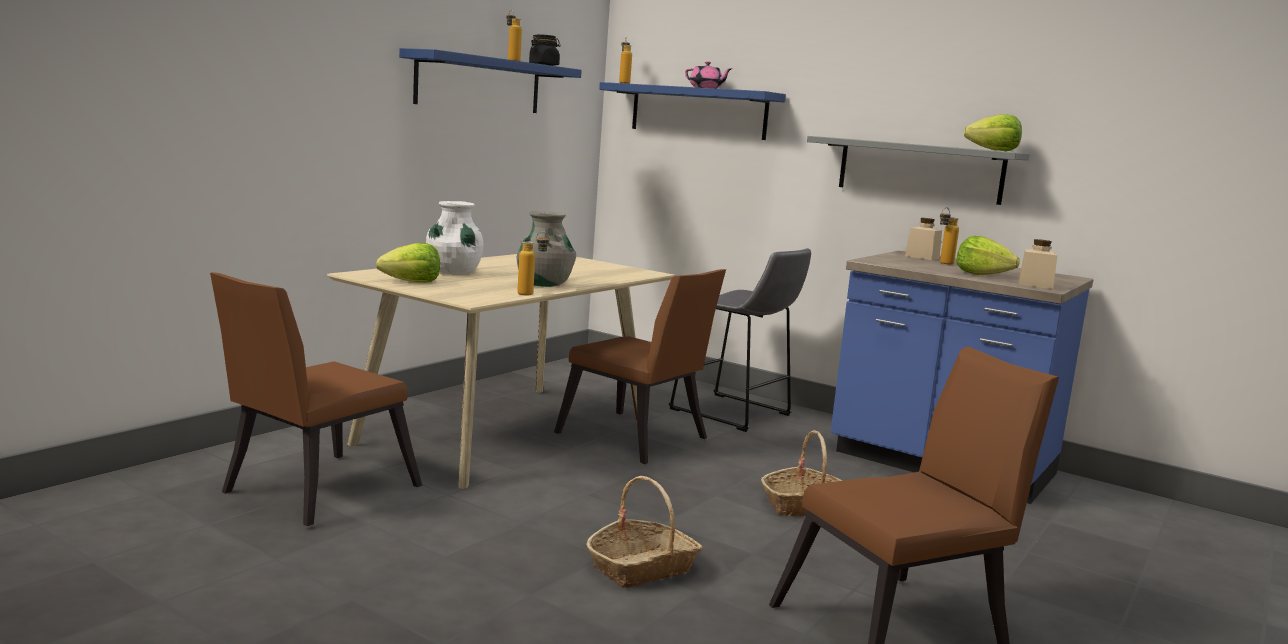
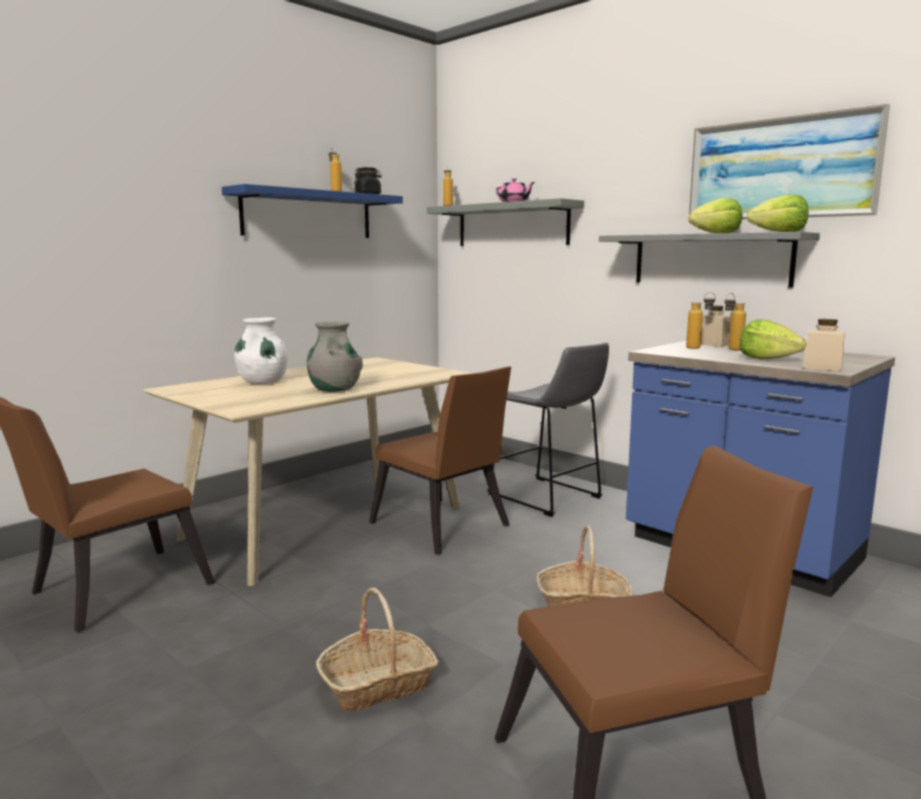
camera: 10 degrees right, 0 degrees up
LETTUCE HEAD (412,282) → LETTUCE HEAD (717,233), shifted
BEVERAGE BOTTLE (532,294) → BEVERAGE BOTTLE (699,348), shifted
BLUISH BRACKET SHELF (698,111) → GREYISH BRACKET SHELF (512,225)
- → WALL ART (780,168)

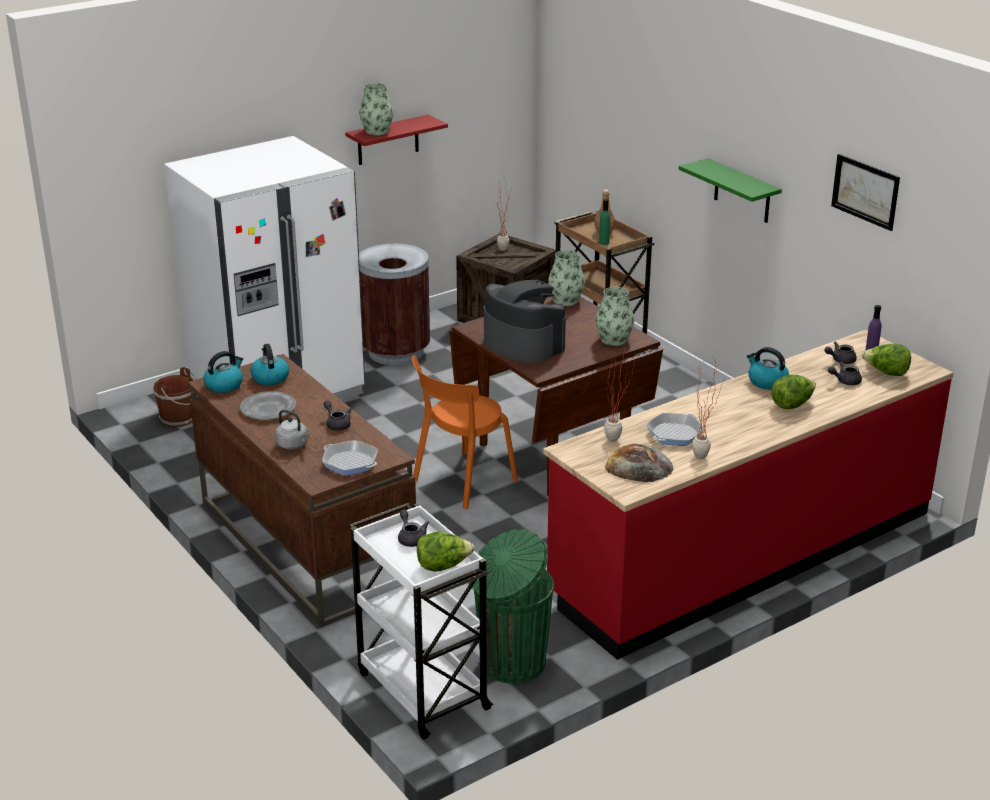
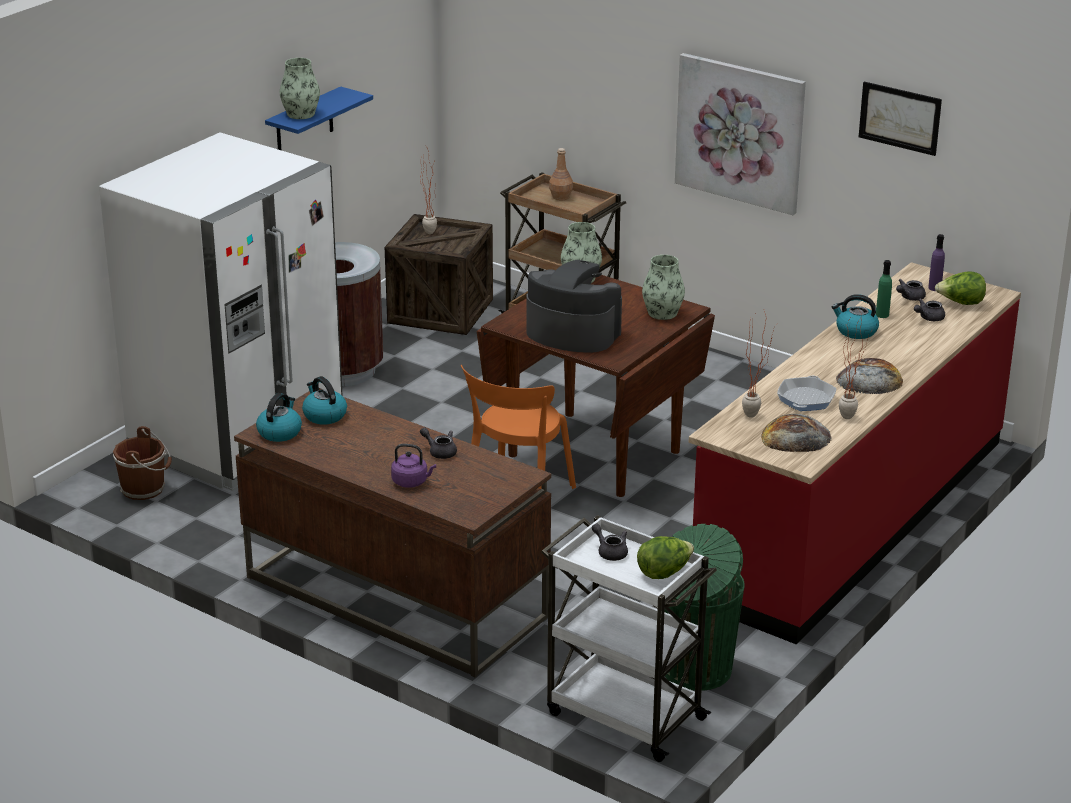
camera: 20 degrees left, 0 degrees up
GREYISH FLAT DISH (268,409) → -
GREYISH TEA KETTLE (294,445) → PURPLE-COLOURED TEA KETTLE (412,482)
FRYING PAN (350,462) → -
REDDISH BRACKET SHELF (388,140) → BLUISH BRACKET SHELF (304,123)
GREENISH BEVERAGE BOTTLE (604,243) → GREENISH BEVERAGE BOTTLE (882,315), shifted
GREENISH BRACKET SHELF (742,191) → WALL ART (740,132)
LETTUCE HEAD (792,404) → -
- → BAKERY BREAD (869,380)

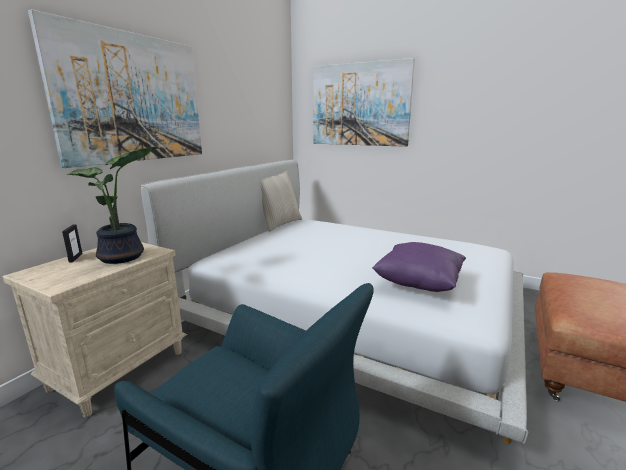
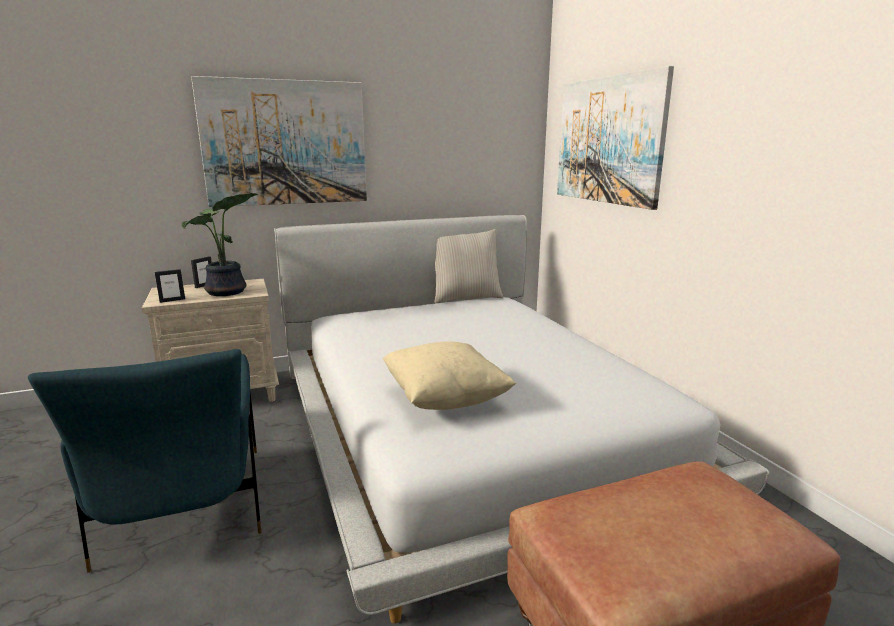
camera: 40 degrees right, 0 degrees up
PURPLE-COLOURED PILLOW (418,284) → SAND-COLOURED PILLOW (445,399)
- → STANDING FRAME (172,300)

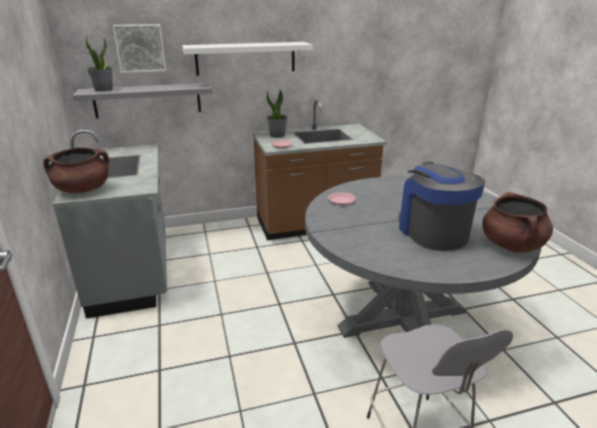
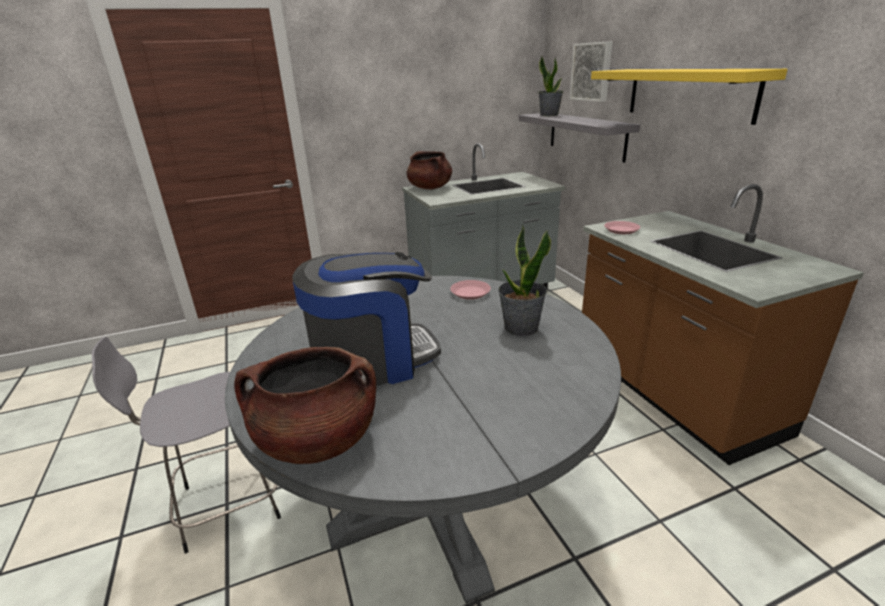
camera: 85 degrees right, 0 degrees up
WHITE BRACKET SHELF (246,58) → YELLOW-COLOURED BRACKET SHELF (689,93)
POTTED PLANT (277,135) → POTTED PLANT (521,328), shifted

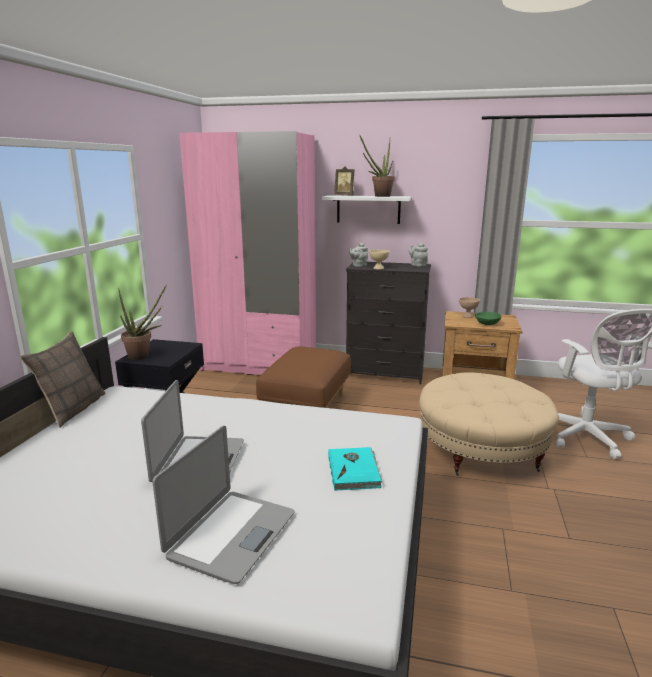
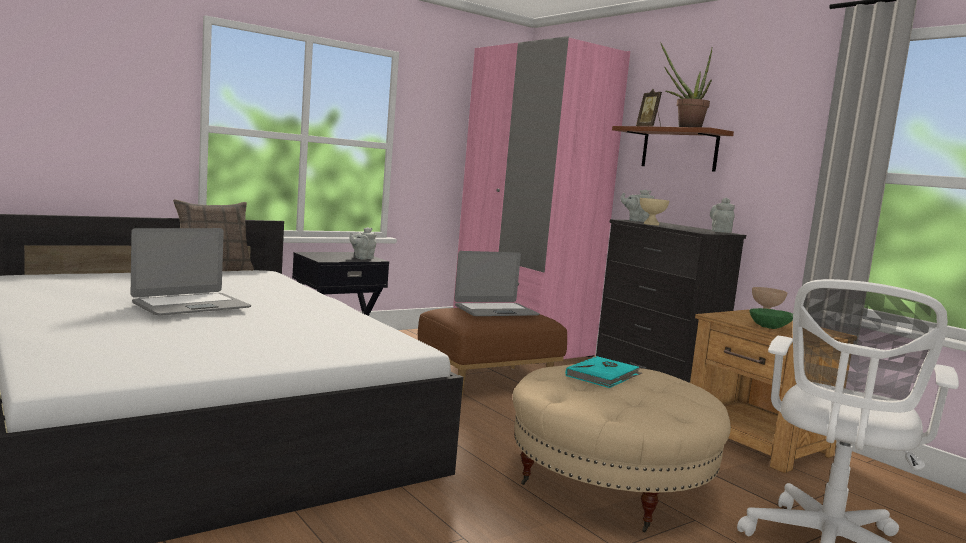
camera: 40 degrees right, 10 degrees down
POTTED PLANT (143,356) → -
NOTEBOOK COMPUTER (231,535) → NOTEBOOK COMPUTER (495,311), shifted
WHITE BRACKET SHELF (368,209) → BROWNISH BRACKET SHELF (679,149)
BLUE-GREEN BOOK (354,470) → BLUE-GREEN BOOK (604,375), shifted
- → GREYISH TEA POT (362,258)

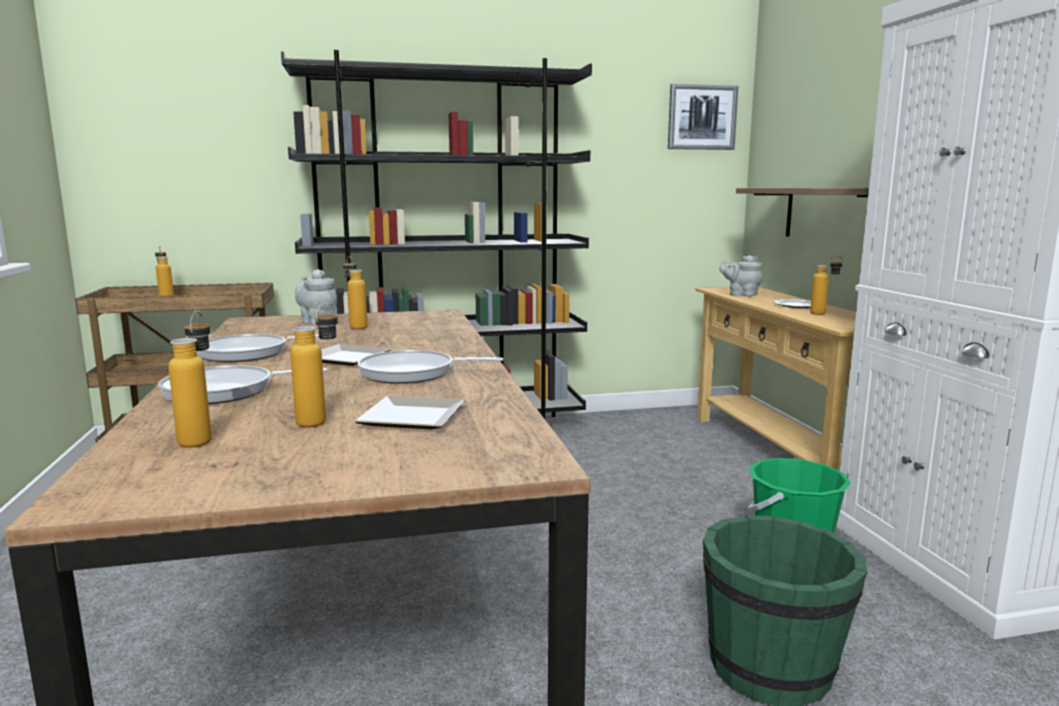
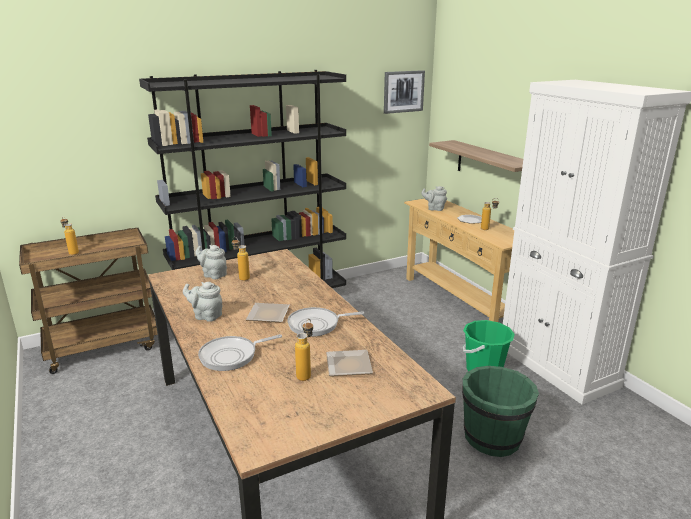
camera: 15 degrees left, 10 degrees up
BEVERAGE BOTTLE (201,438) → -
FRYING PAN (249,353) → GREYISH TEA POT (206,316)

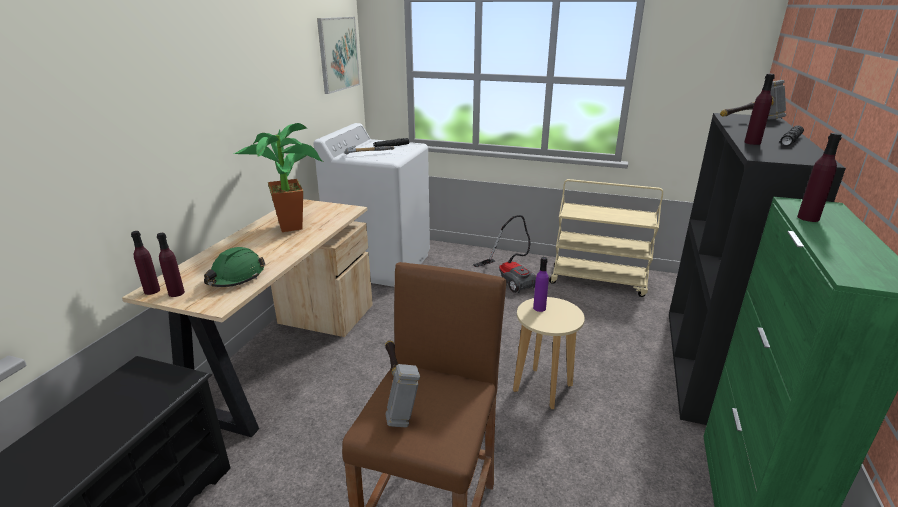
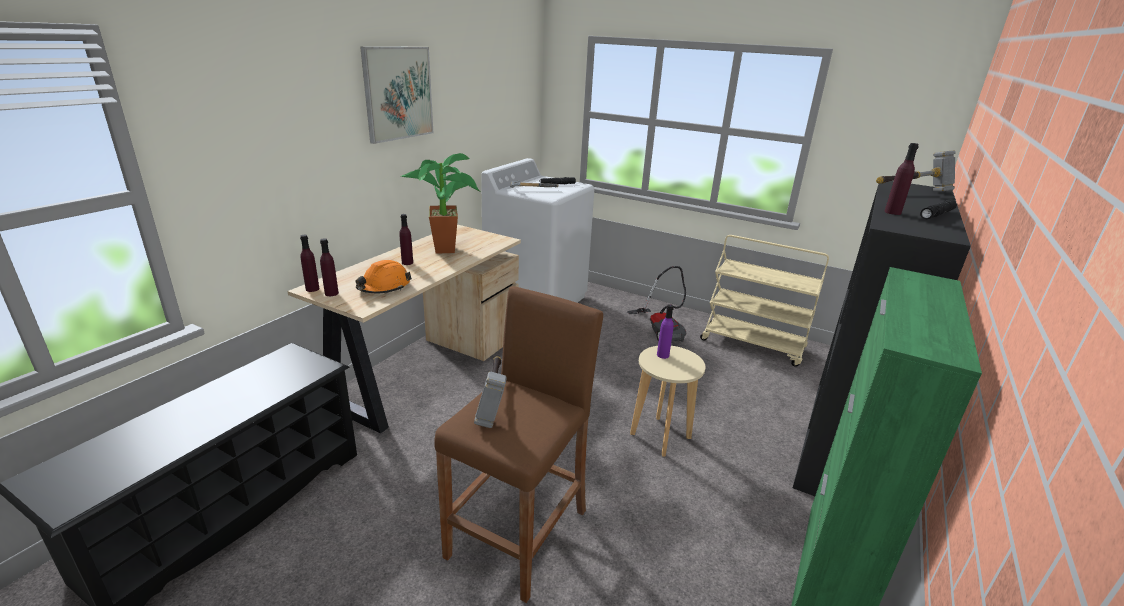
camera: 10 degrees right, 0 degrees up
GREENISH WORK HELMET (235,278) → ORANGEY WORK HELMET (384,287)
WALL ART (338,54) → WALL ART (398,93), shifted
PURPLE-COLOURED BEVERAGE BOTTLE (808,218) → PURPLE-COLOURED BEVERAGE BOTTLE (407,263), shifted

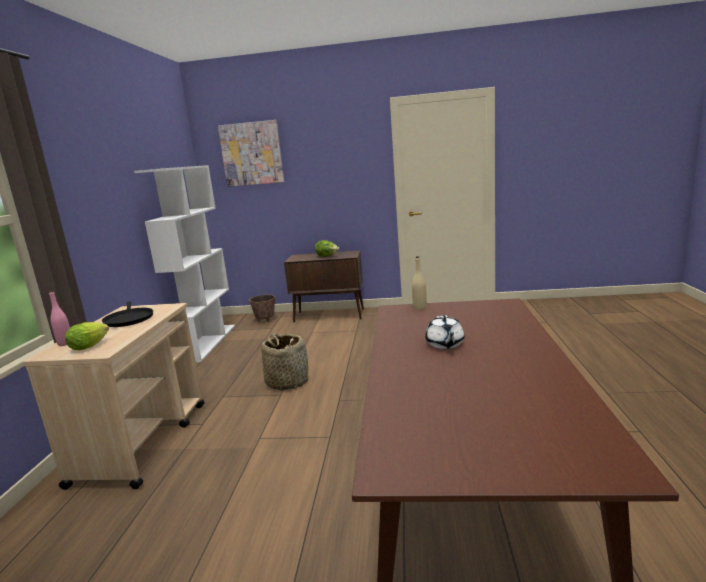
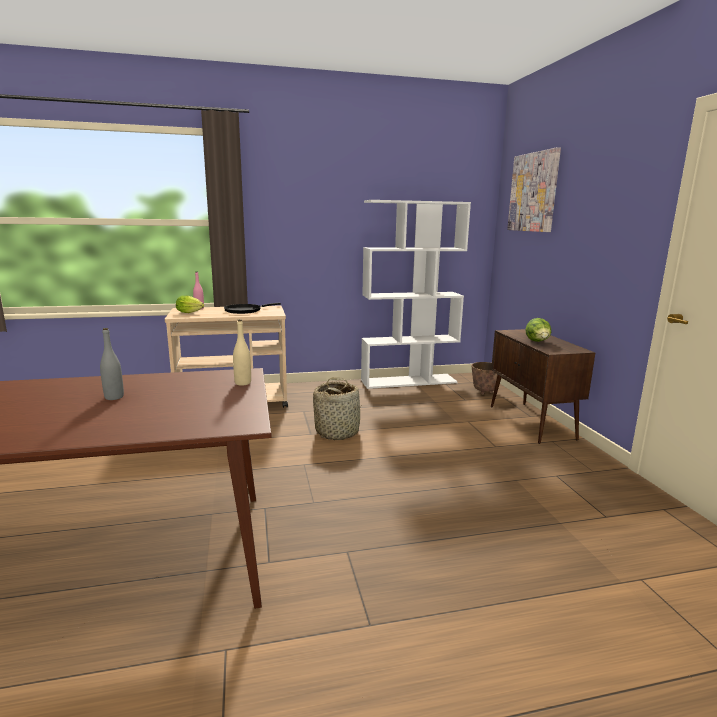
camera: 70 degrees right, 0 degrees up
WHITE TEA POT (445,344) → GREYISH BEVERAGE BOTTLE (114,397)

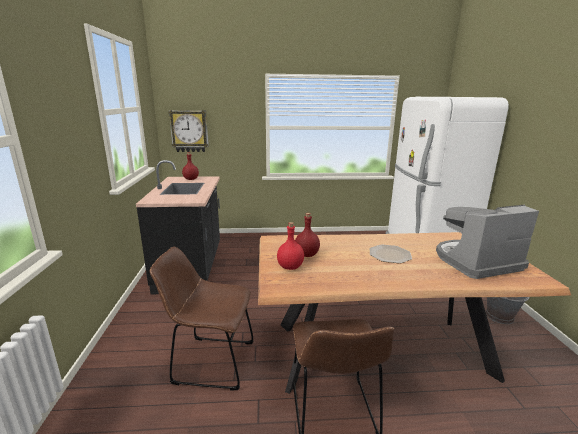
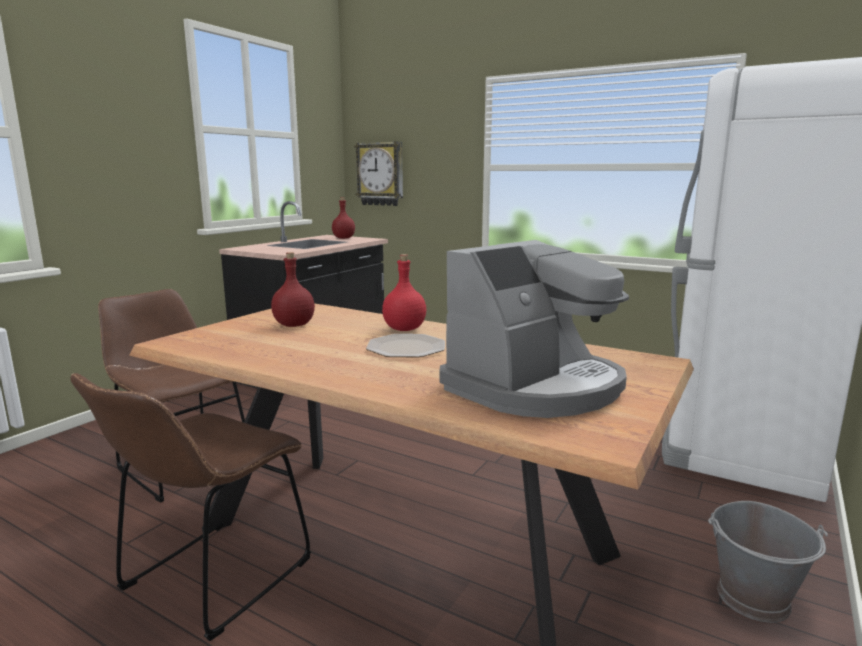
camera: 35 degrees right, 5 degrees down
REDDISH BEVERAGE BOTTLE (290,267) → REDDISH BEVERAGE BOTTLE (405,329), shifted
COFFEE MACHINE (476,262) → COFFEE MACHINE (535,387), 120 degrees clockwise

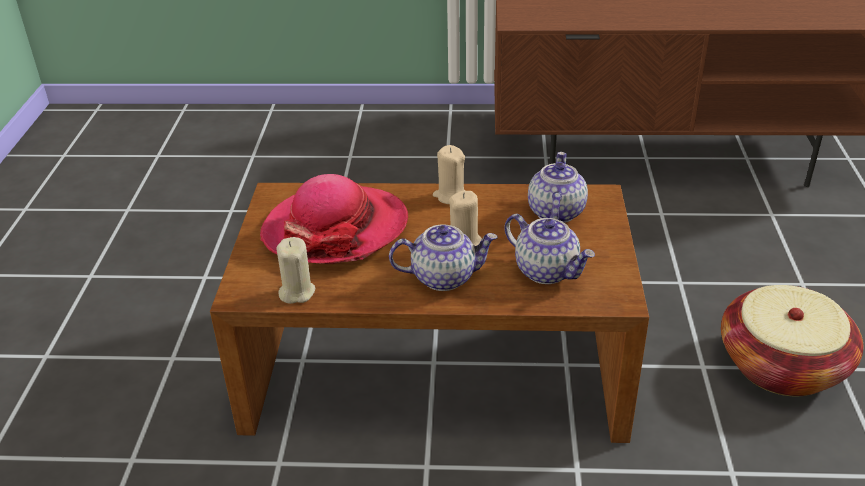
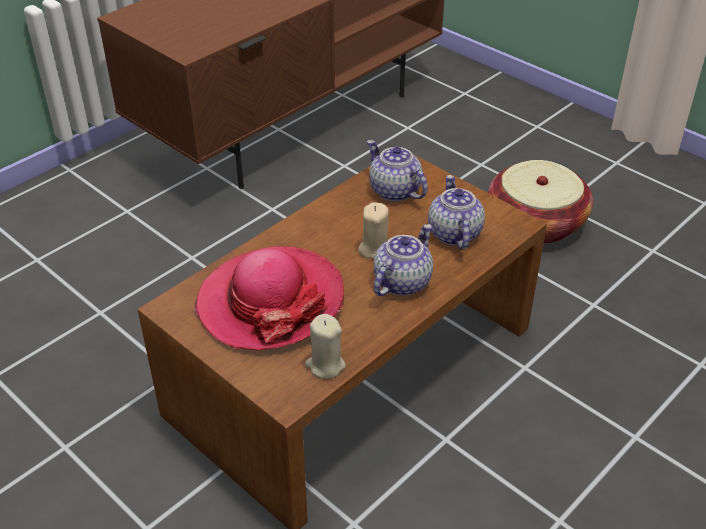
camera: 50 degrees left, 5 degrees up
SAND-COLOURED WAX LIGHT (450,196) → -
TEA POT (547,271) → TEA POT (453,233), 90 degrees counterclockwise

